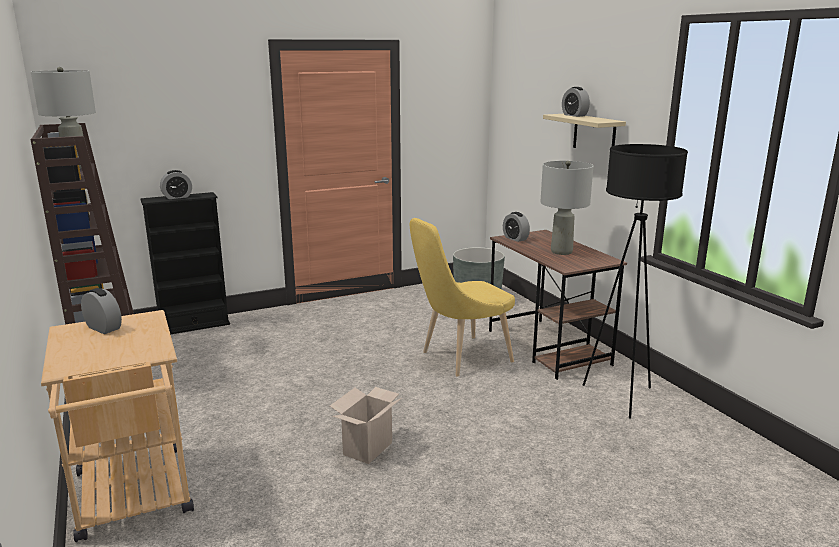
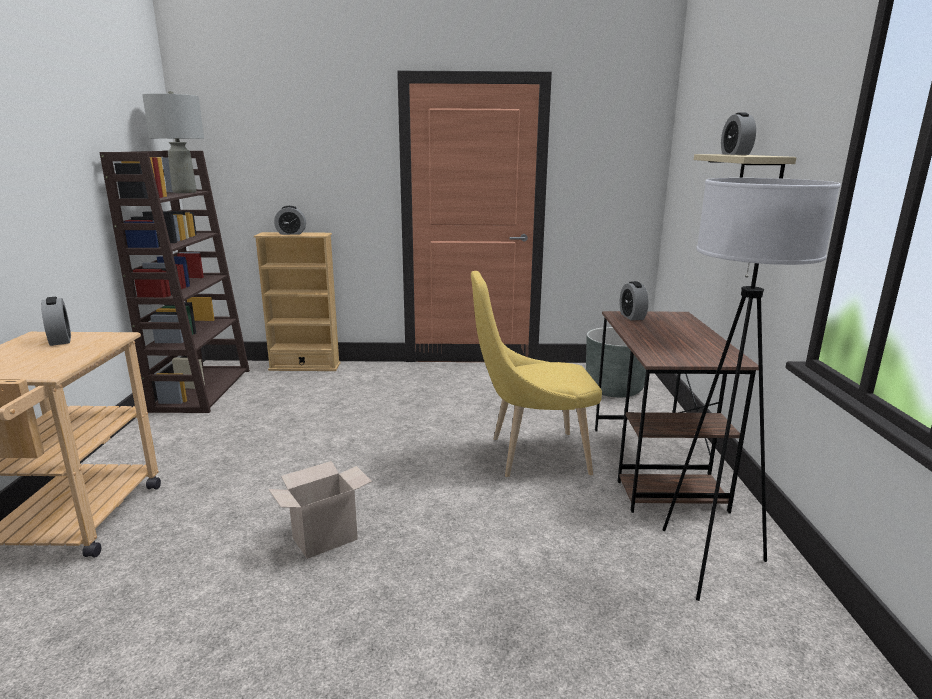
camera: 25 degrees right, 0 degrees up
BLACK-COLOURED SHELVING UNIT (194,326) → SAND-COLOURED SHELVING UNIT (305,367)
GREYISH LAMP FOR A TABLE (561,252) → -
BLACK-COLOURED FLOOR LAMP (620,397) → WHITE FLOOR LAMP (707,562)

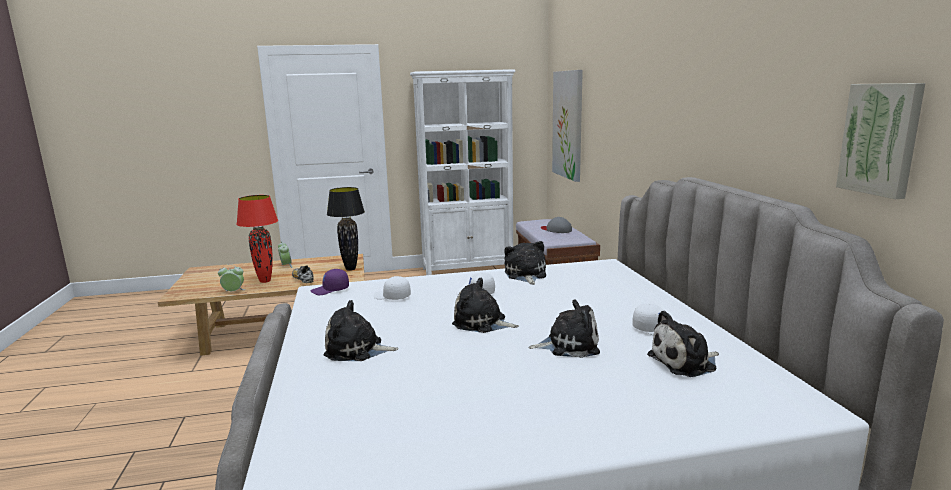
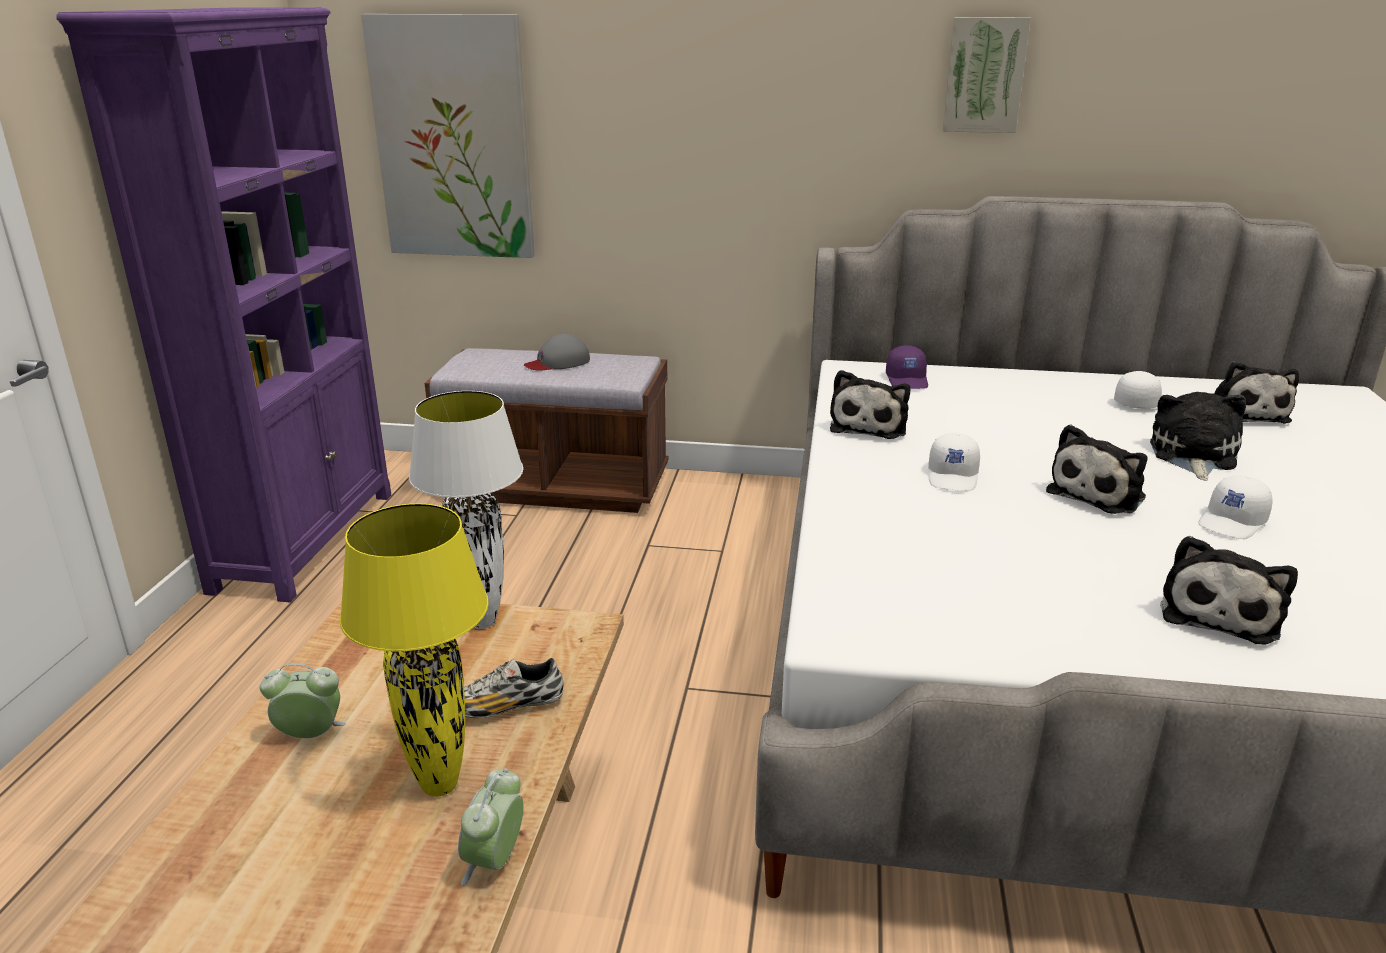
camera: 70 degrees left, 10 degrees up
REDDISH LAMP FOR A TABLE (265,281) → YELLOW-COLOURED LAMP FOR A TABLE (440,786)
PURPLE-COLOURED CAP (330,290) → PURPLE-COLOURED CAP (907,380), shifted
BLACK-COLOURED LAMP FOR A TABLE (350,269) → WHITE LAMP FOR A TABLE (482,622)
WHITE CAP (392,297) → WHITE CAP (1233,522), shifted
WHITE SHELVING UNIT (468,269) → PURPLE-COLOURED SHELVING UNIT (306,539)
PLUSH TOY (525,275) → PLUSH TOY (869,426), 90 degrees counterclockwise
WALL ART (881,139) → WALL ART (984,75), shifted

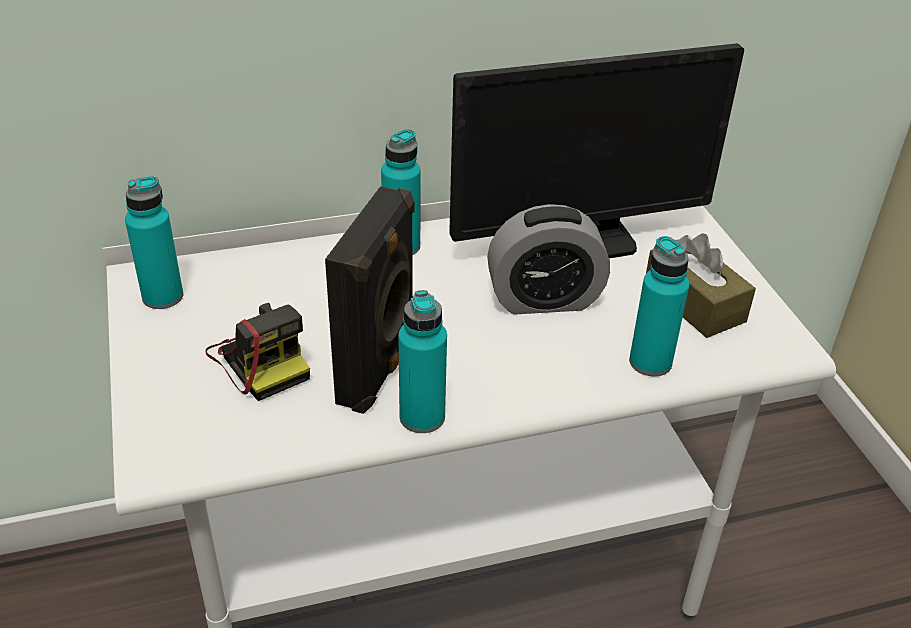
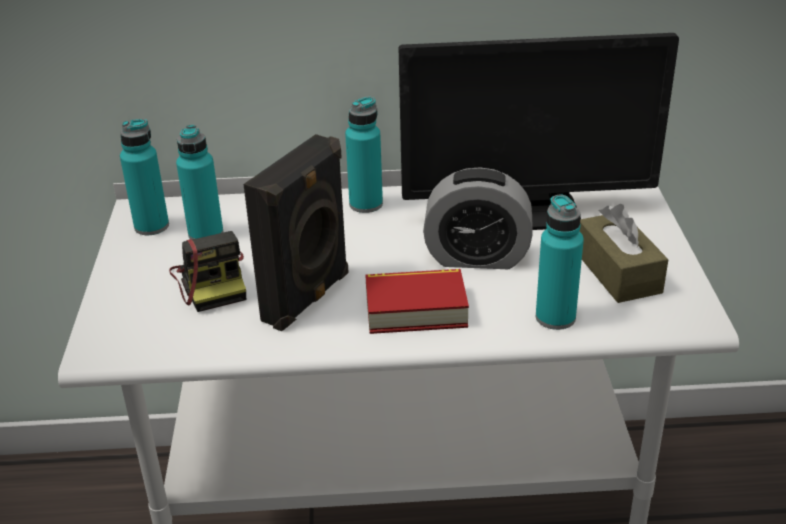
camera: 15 degrees right, 5 degrees down
BLUE-GREEN BEVERAGE BOTTLE (422,417) → BLUE-GREEN BEVERAGE BOTTLE (206,234), shifted
- → BOOK (416,309)

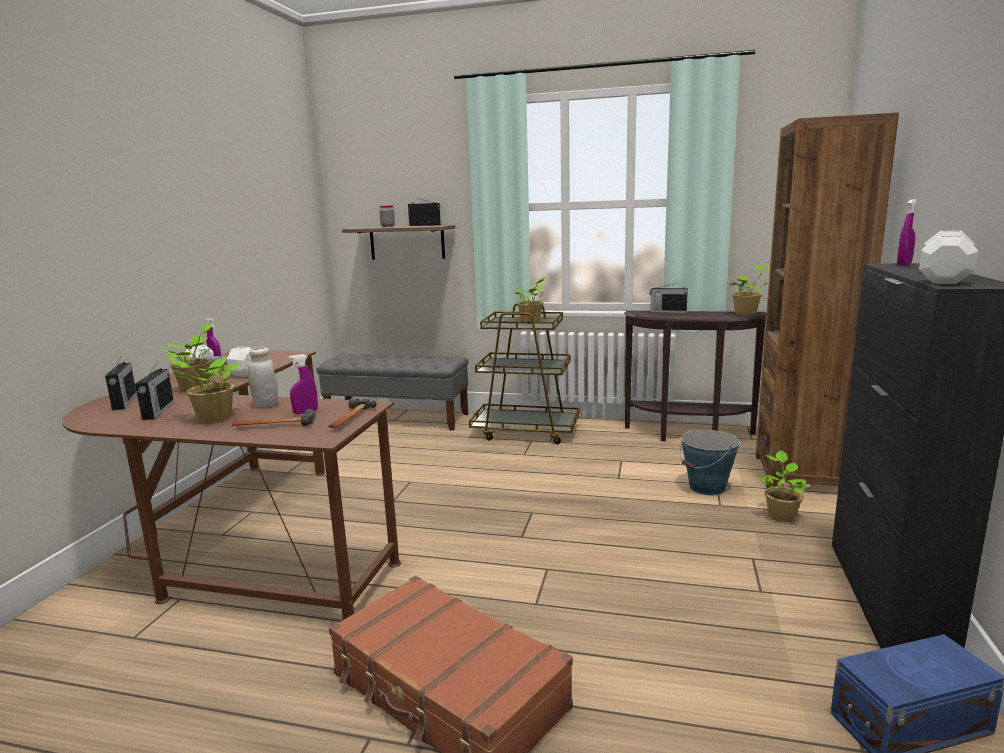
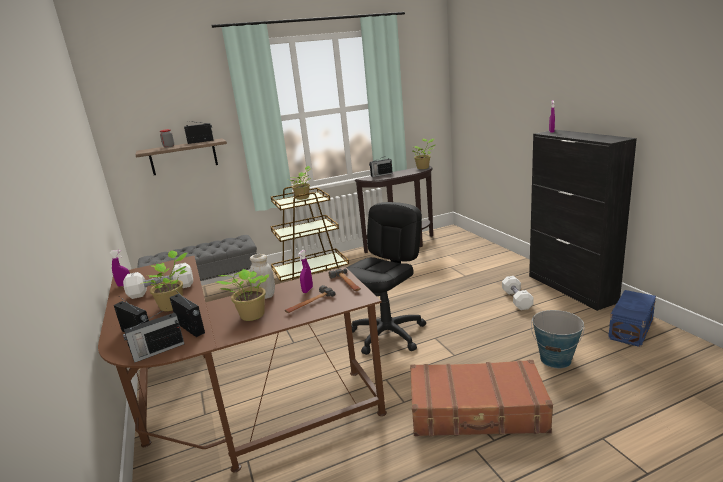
camera: 35 degrees left, 5 degrees up
BUCKET (707,487) → BUCKET (556,359), shifted
BROWNISH SHELVING UNIT (800,474) → -
POTTED PLANT (780,515) → -
WHITE DUMBBELL (944,277) → WHITE DUMBBELL (516,300), shifted
- → RADIO RECEIVER (157,351)
- → BLACK-COLOURED DESK CHAIR (388,334)

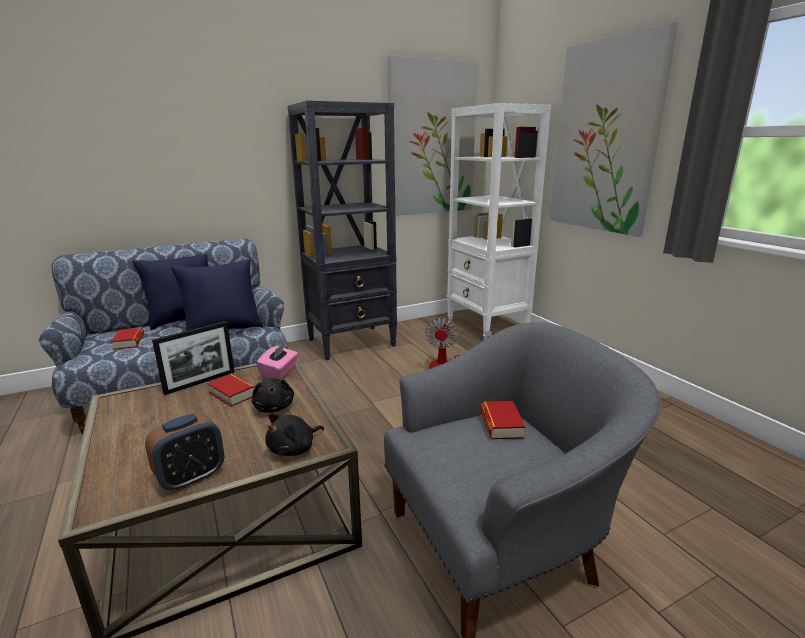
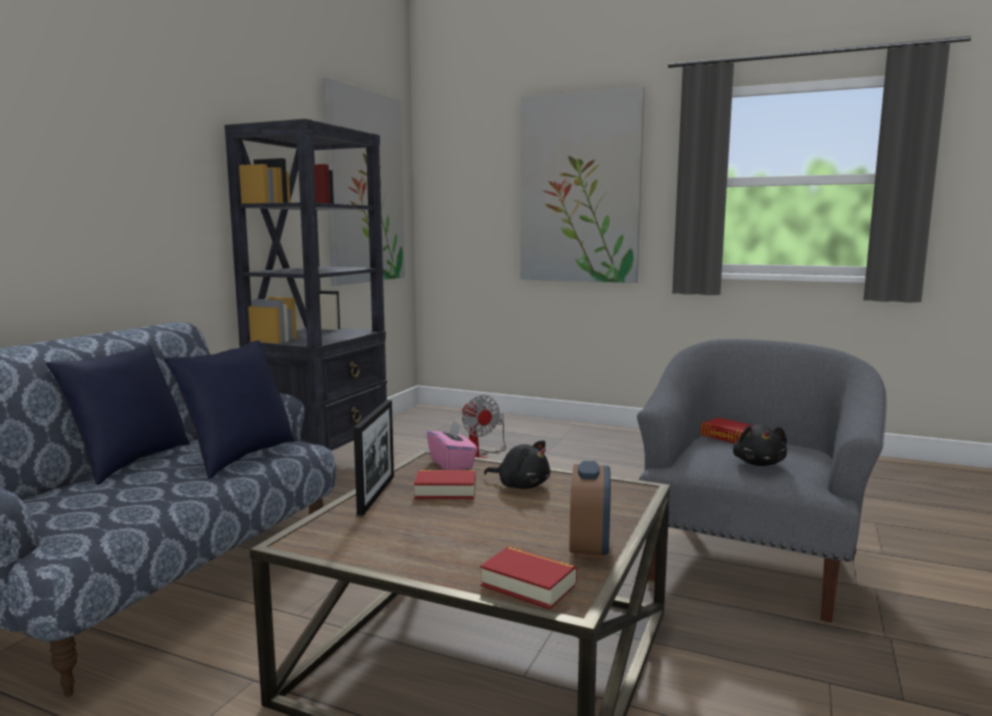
camera: 40 degrees left, 10 degrees down
BOOK (129,342) → BOOK (528,585), shifted
BLACK-COLOURED PLUSH TOY (294,449) → BLACK-COLOURED PLUSH TOY (758,463), shifted
WHITE SHELVING UNIT (487,325) → -

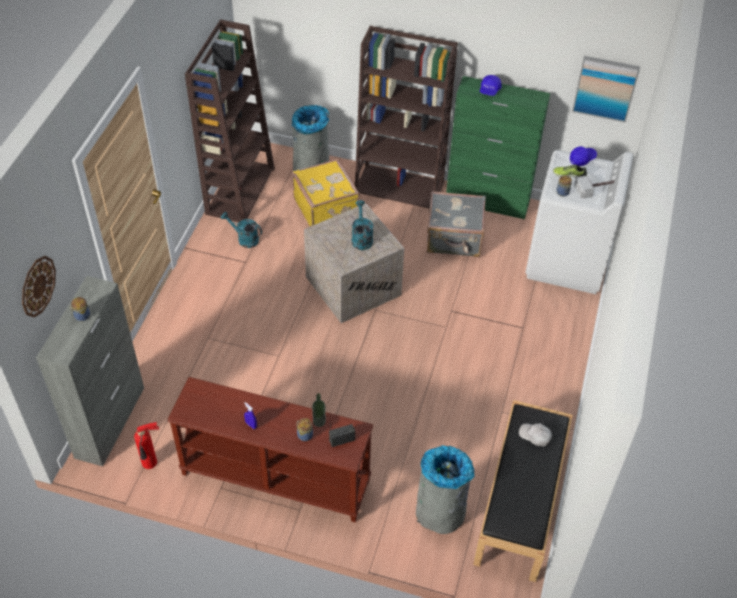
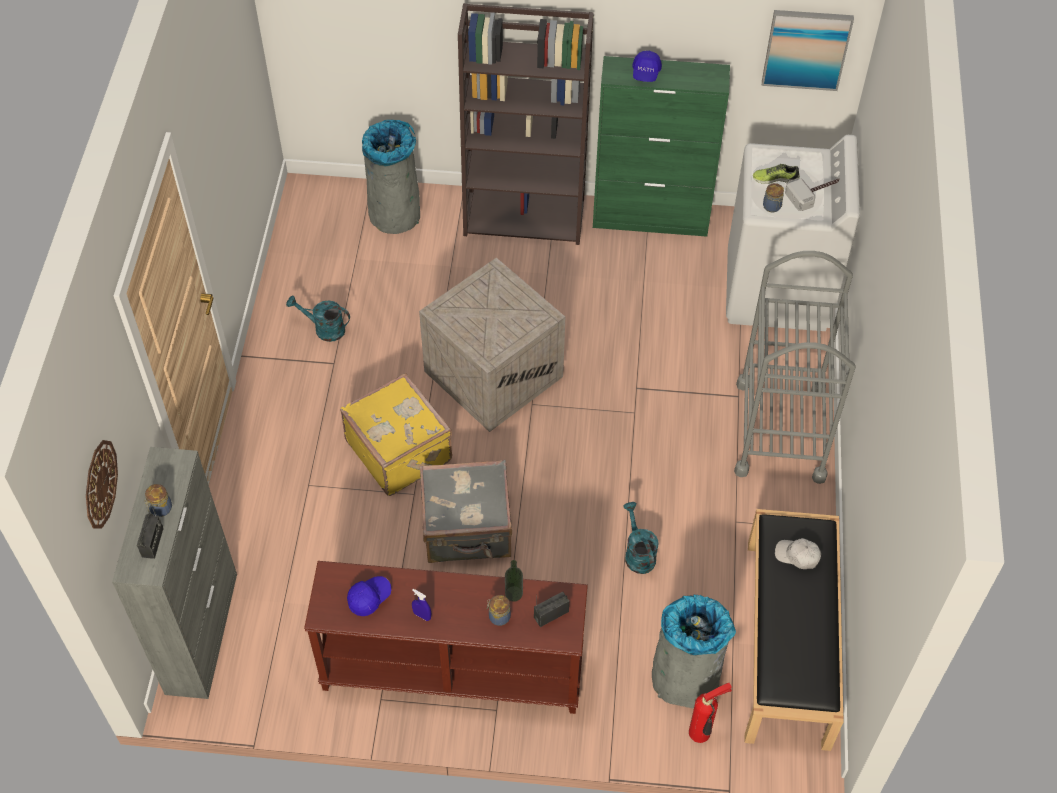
camera: 10 degrees left, 5 degrees up
EXTINGUISHER (151,463) → EXTINGUISHER (702,734), shifted
BROWNISH SHELVING UNIT (240,190) → -
YELLOW-COLOURED PIECE OF LUGGAGE (326,208) → YELLOW-COLOURED PIECE OF LUGGAGE (400,450), shifted
BLUE-GREEN WATERING POT (361,238) → BLUE-GREEN WATERING POT (638,553), shifted
GREYISH PIECE OF LUGGAGE (454,239) → GREYISH PIECE OF LUGGAGE (468,530), shifted
BLUISH CAP (582,159) → BLUISH CAP (369,598), shifted
- → RADIO RECEIVER (153,542)
- → GREYISH TROLLEY (780,430)

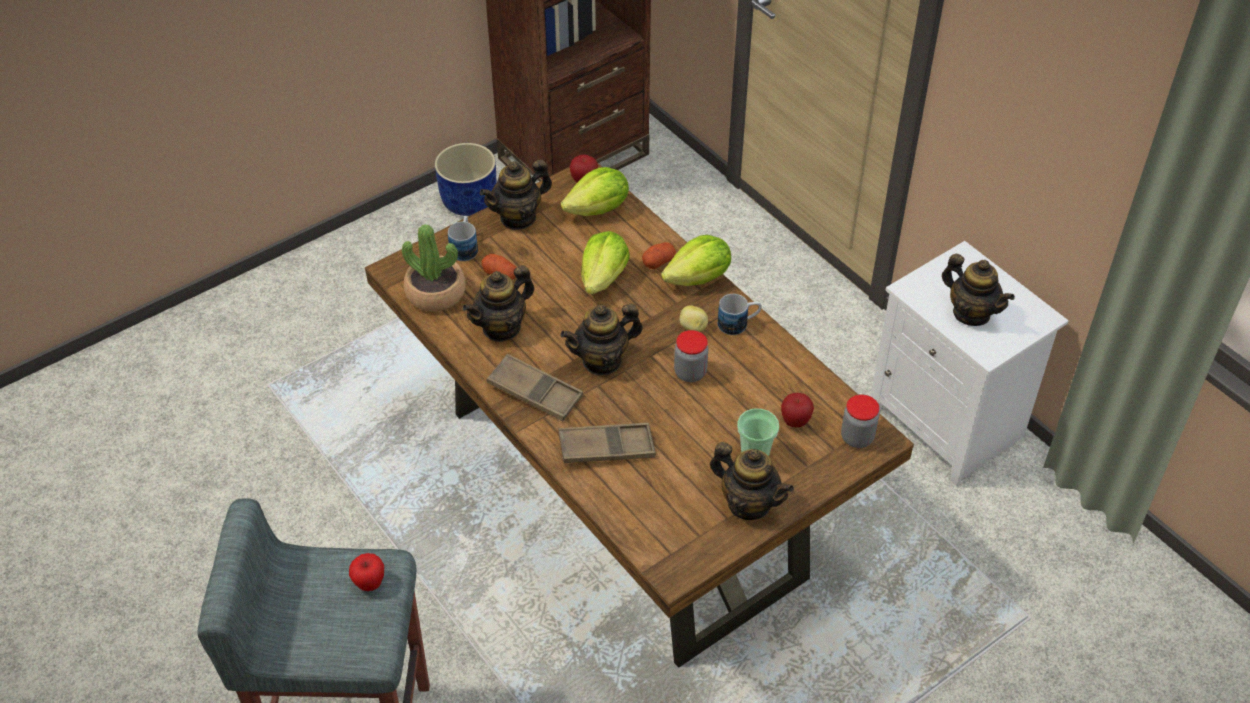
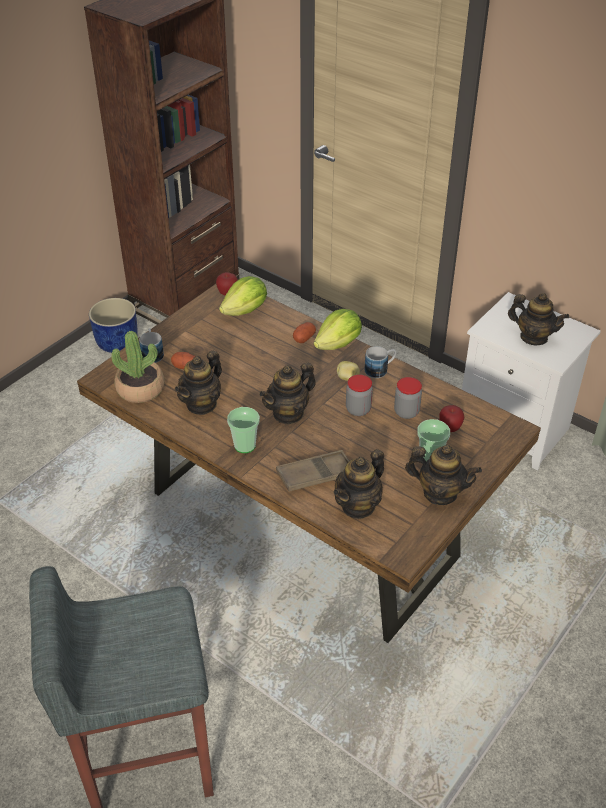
camera: 15 degrees left, 5 degrees down
WHOLE APPLE (369,583) → -
TEA POT (518,217) → TEA POT (358,505), shifted
BROWNISH SERVING TRAY (535,392) → SMALL CUP (245,445)
LETTUCE HEAD (604,278) → -
PRESERVE JAR (857,437) → PRESERVE JAR (406,412), shifted

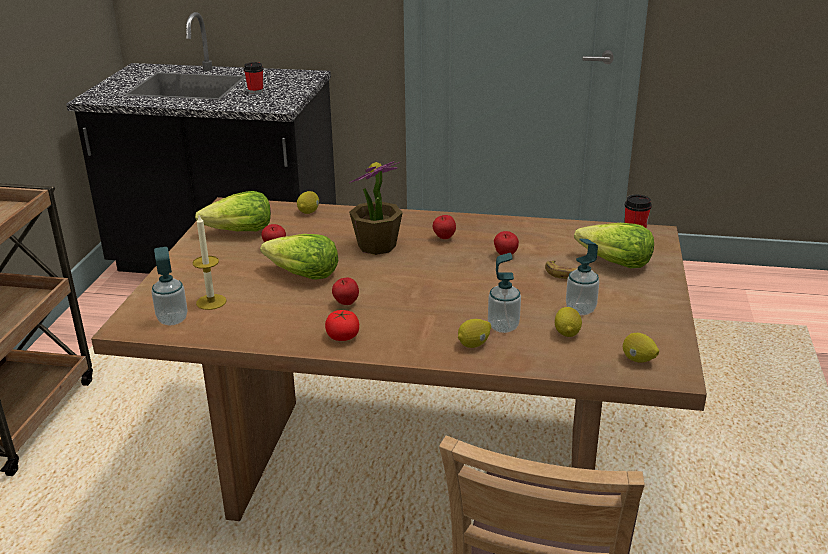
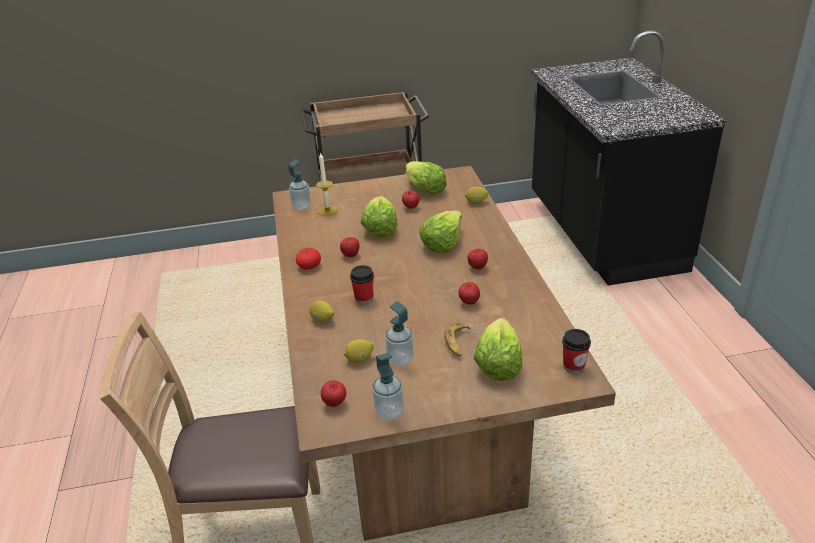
camera: 70 degrees right, 5 degrees up
SMALL CUP (255,91) → SMALL CUP (364,298), shifted
POTTED PLANT (376,246) → LETTUCE HEAD (442,243)
SOAP DISPENSER (503,326) → SOAP DISPENSER (389,412), shifted
CITRUS FRUIT (638,360) → WHOLE APPLE (335,404)

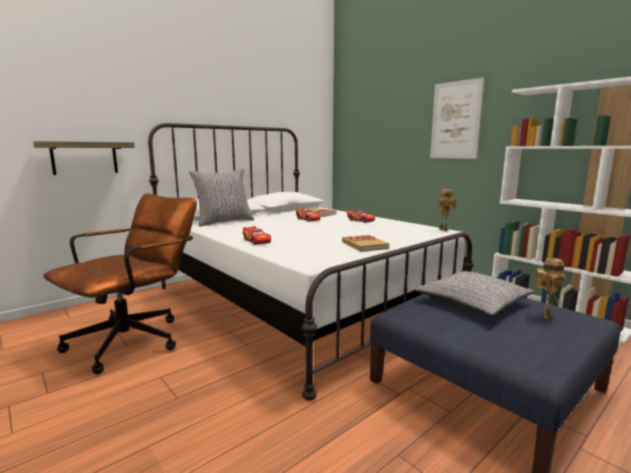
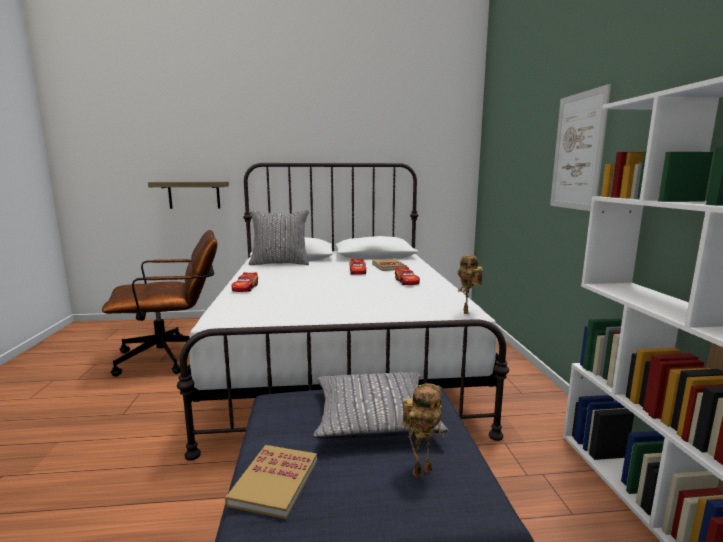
camera: 35 degrees right, 0 degrees up
BOOK (364,245) → BOOK (274,482), shifted

